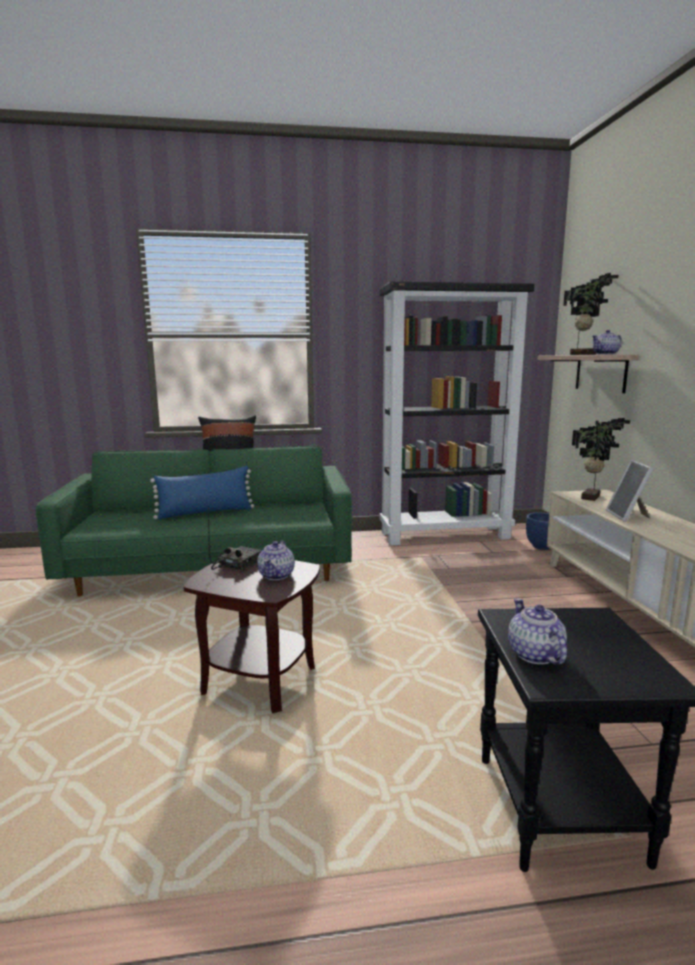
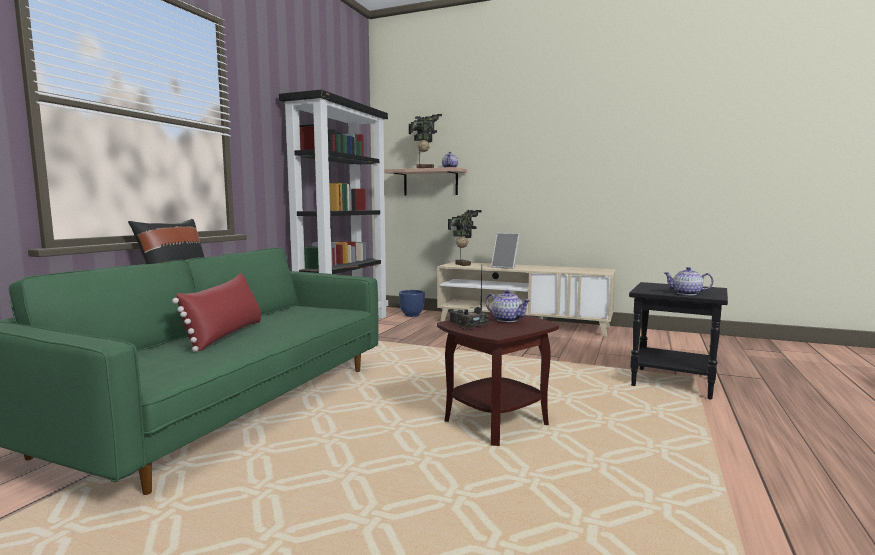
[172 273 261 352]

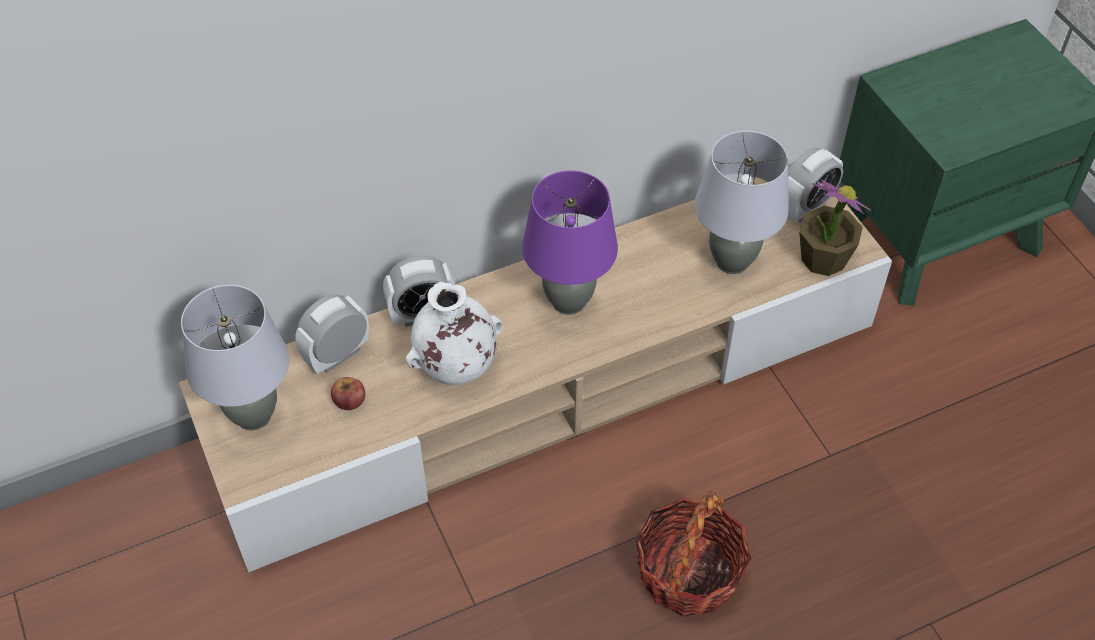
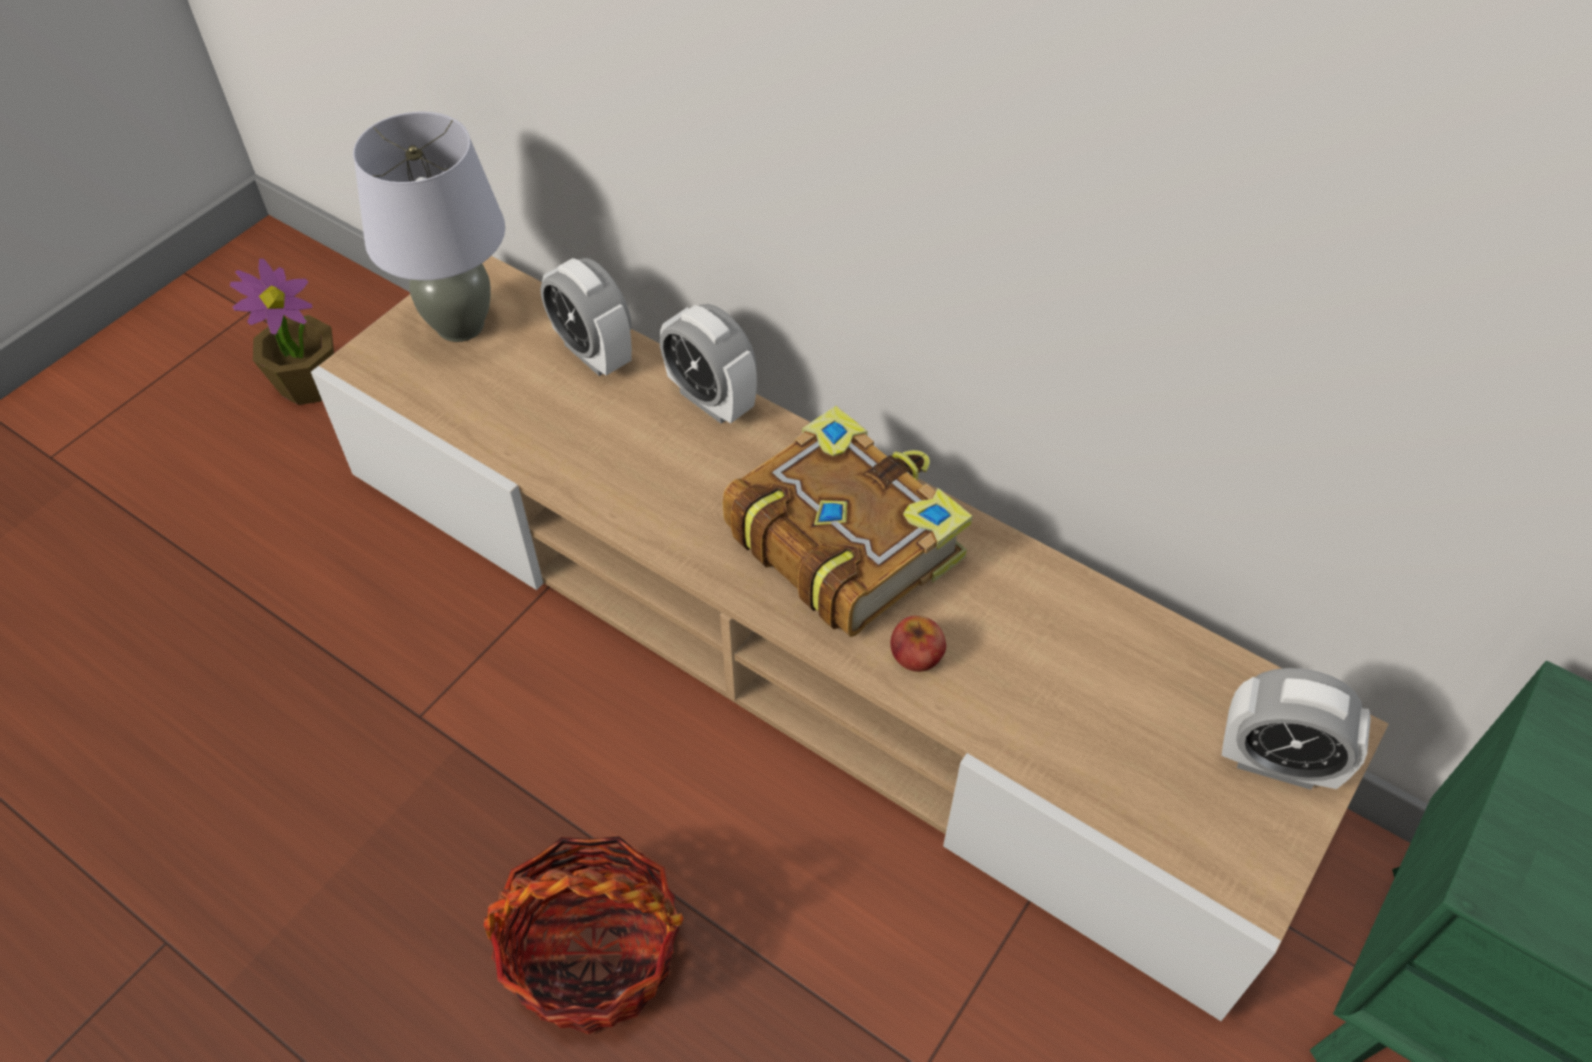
[695 131 789 274] (first image)
[723 406 973 637]
[230 258 334 405]
[405 282 503 385] (first image)
[540 258 632 376]
[890 615 946 672]

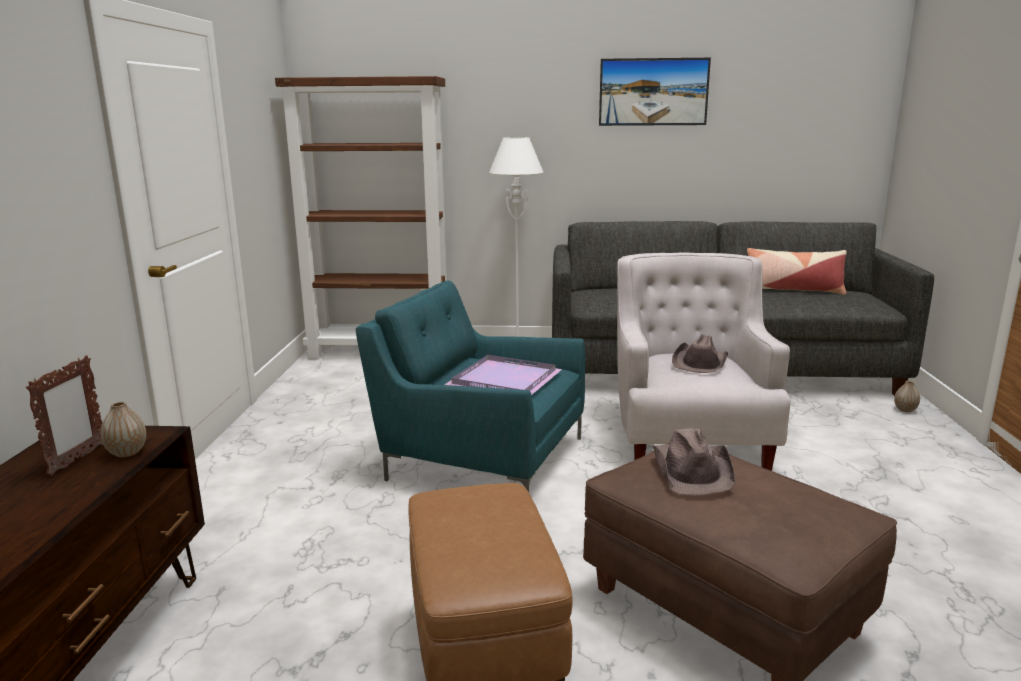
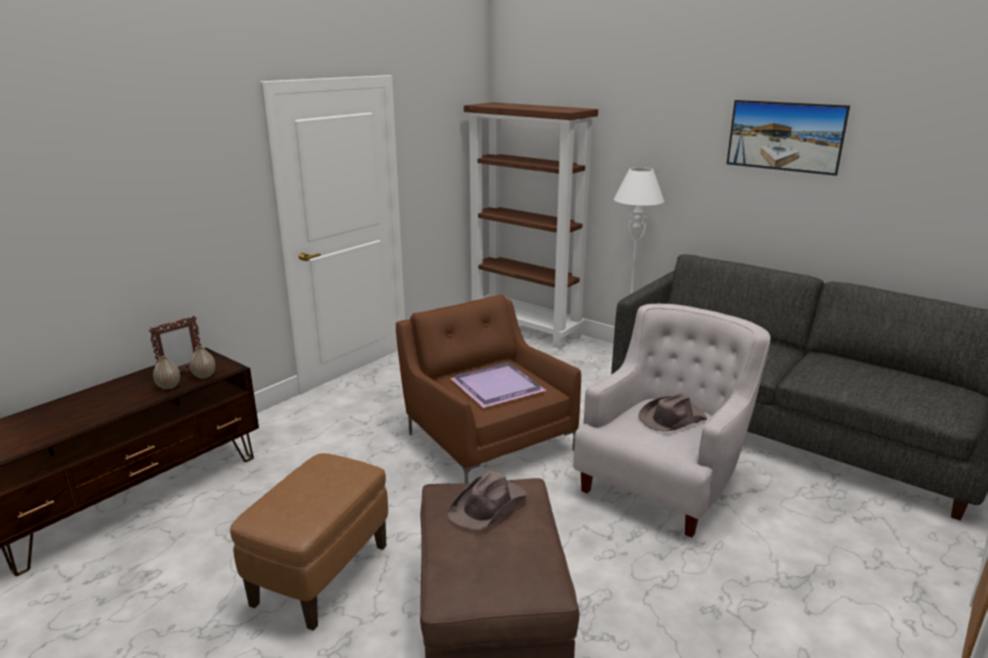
[747 248 847 295] (first image)
[396 295 581 483]
[153 356 180 389]

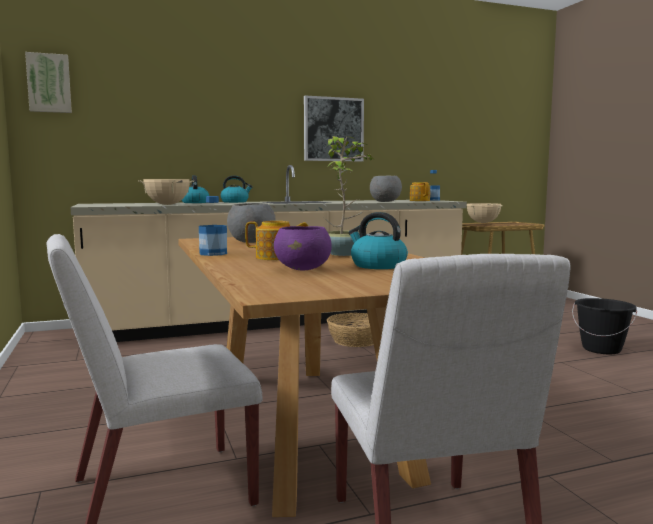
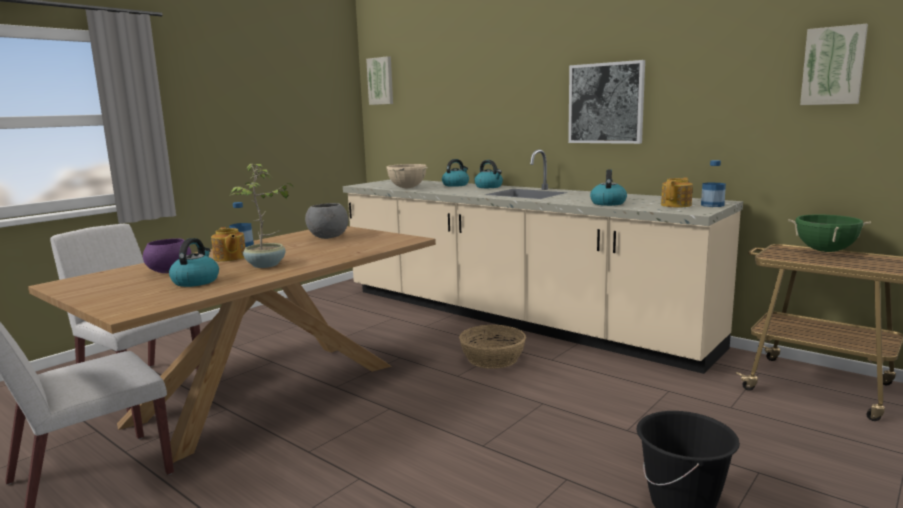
[590 169 627 206]
[788 214 871 252]
[800 24 868 105]

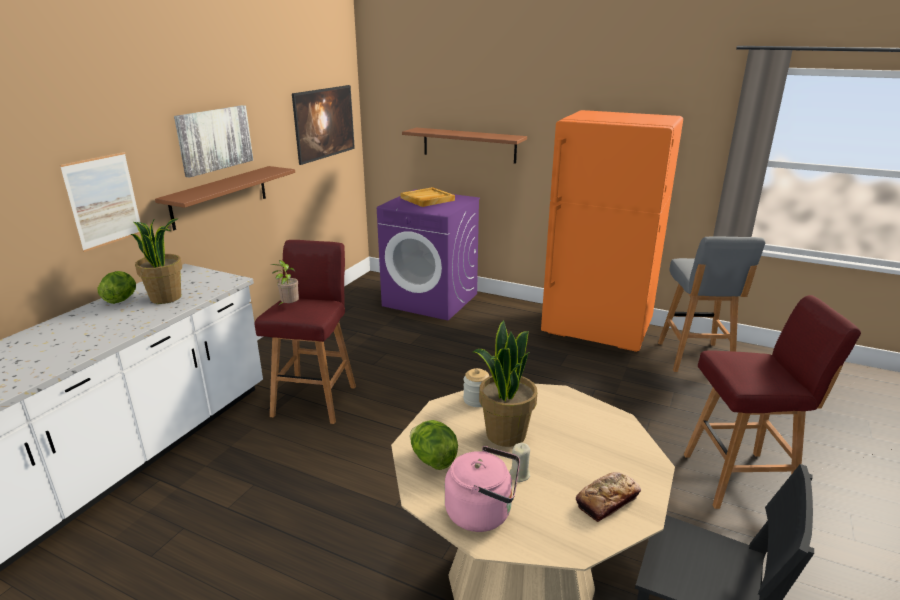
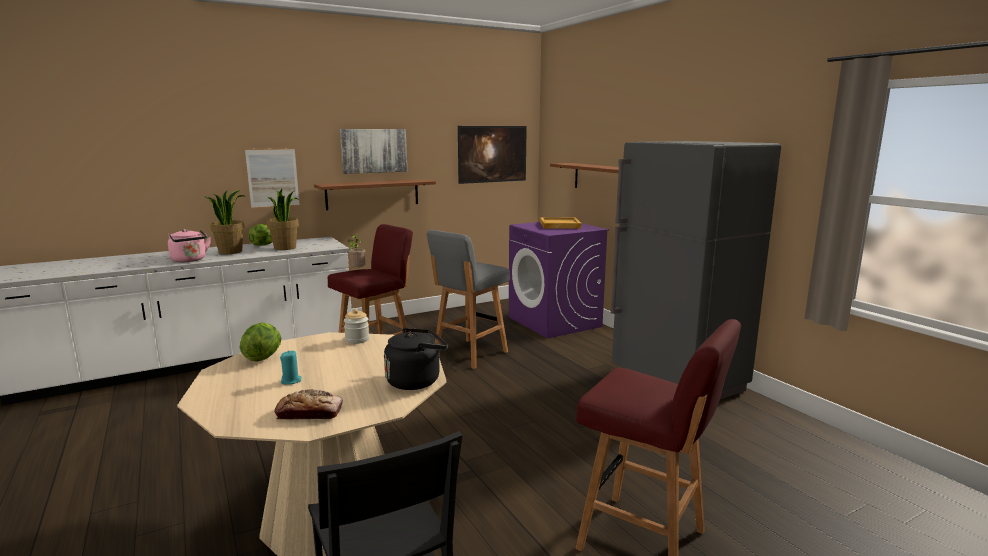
[610 141 781 399]
[427 230 510 369]
[203 190 245 254]
[280 350 302 385]
[168 229 211 262]
[384 328 448 390]

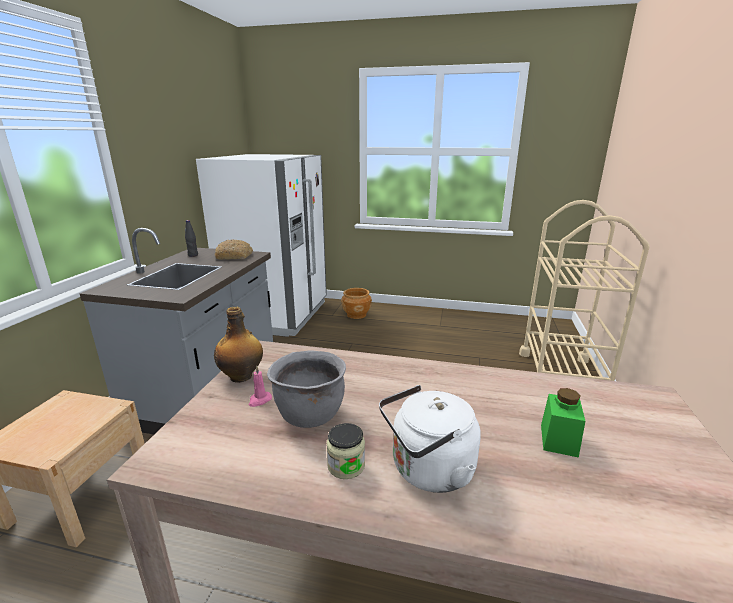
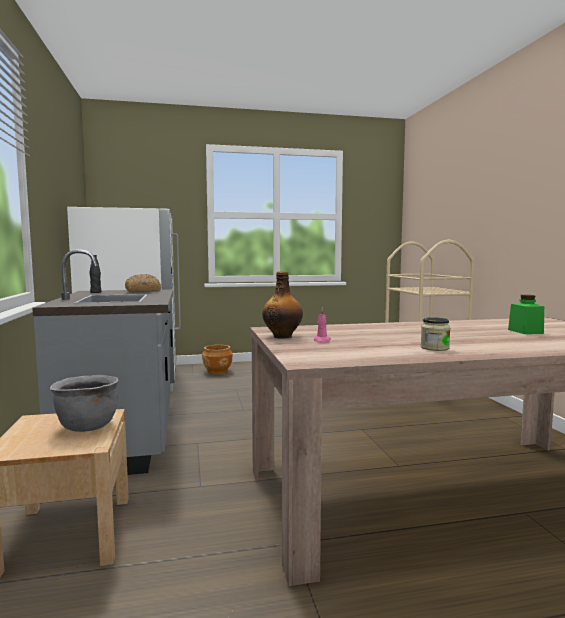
[50 375 118 432]
[379 385 481 493] (first image)

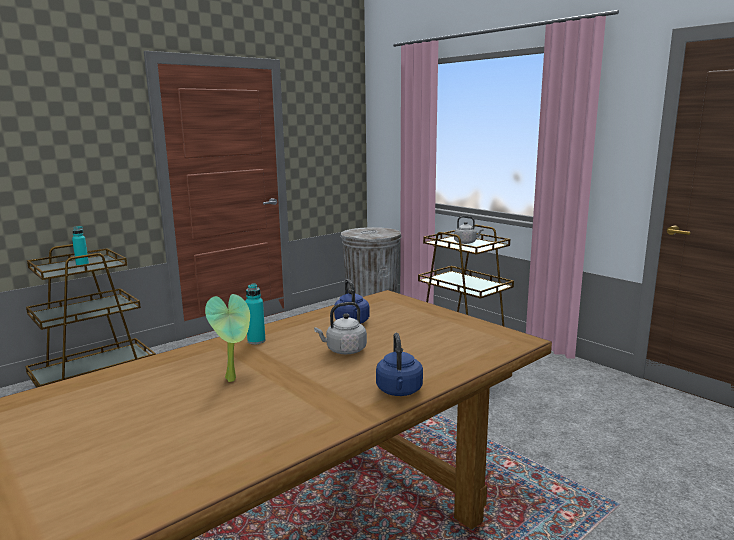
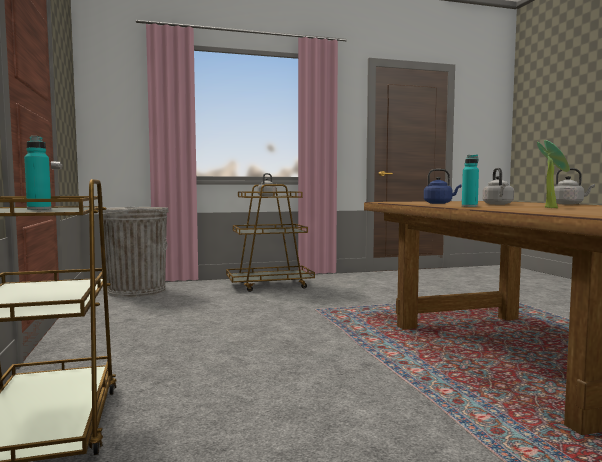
[554 168 595 205]

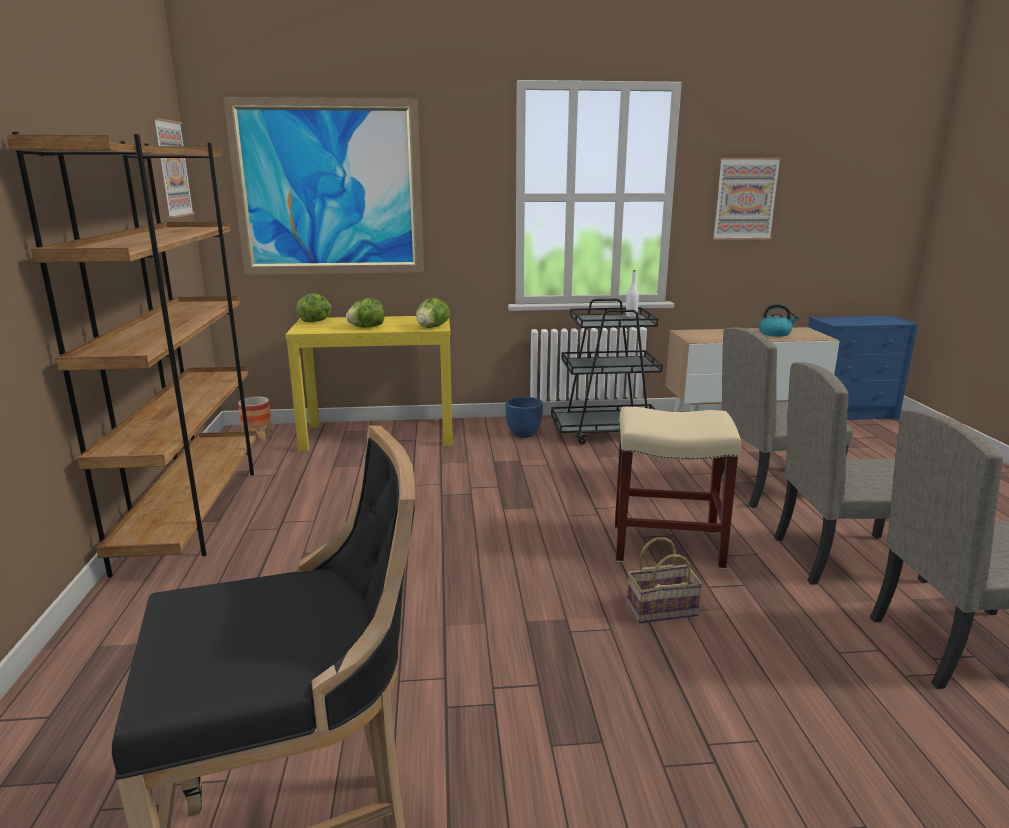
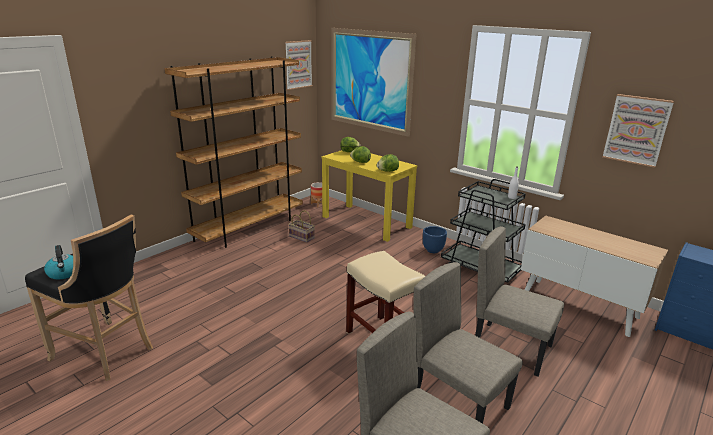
[44 245 73 279]
[288 210 315 243]

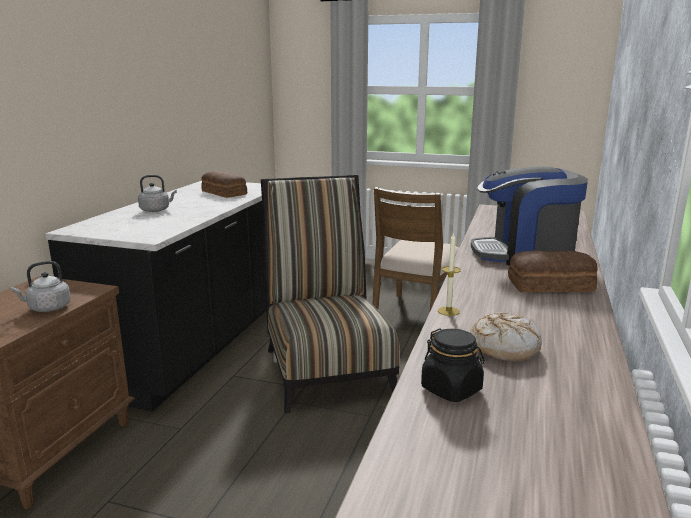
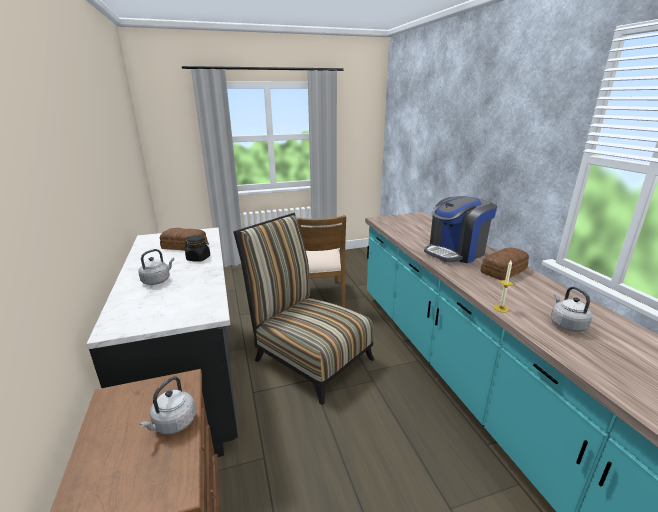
[551 287 592 332]
[185 235 210 262]

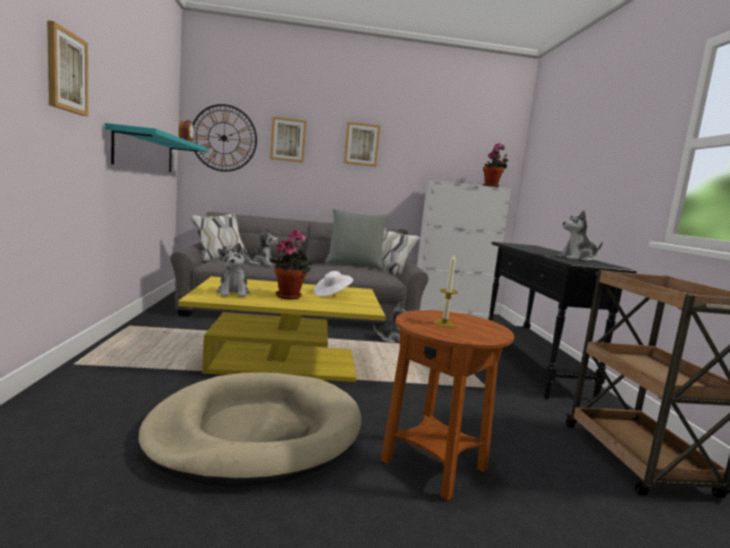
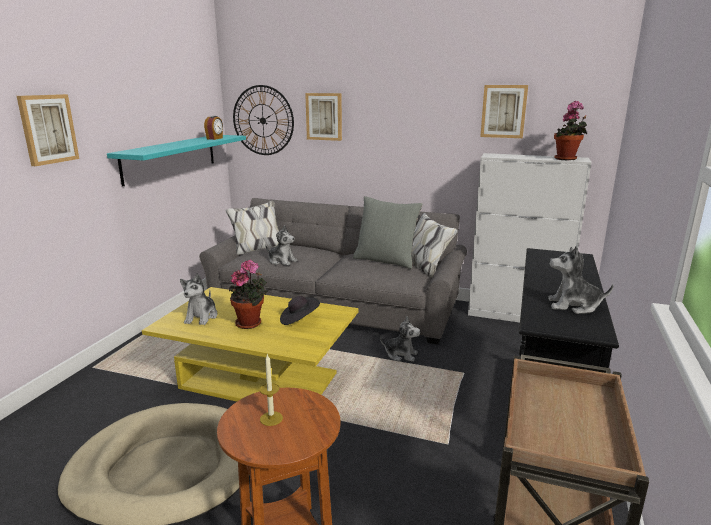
[480 85 528 138]
[280 296 320 325]

